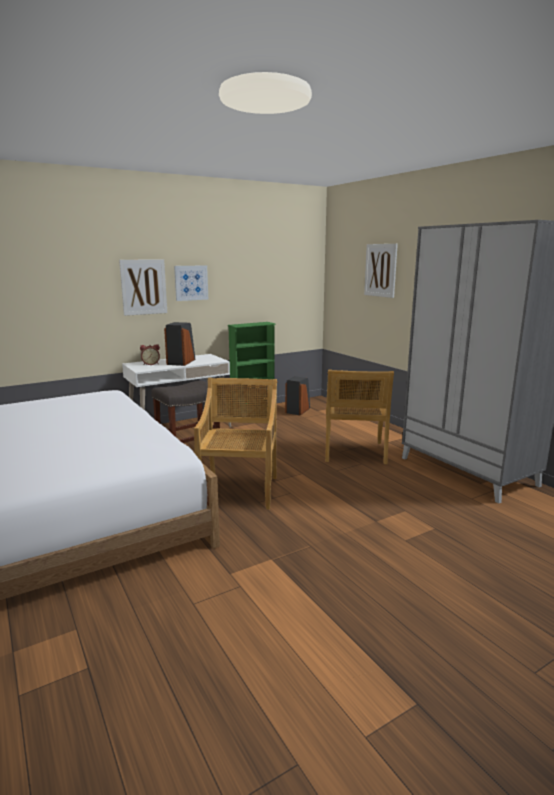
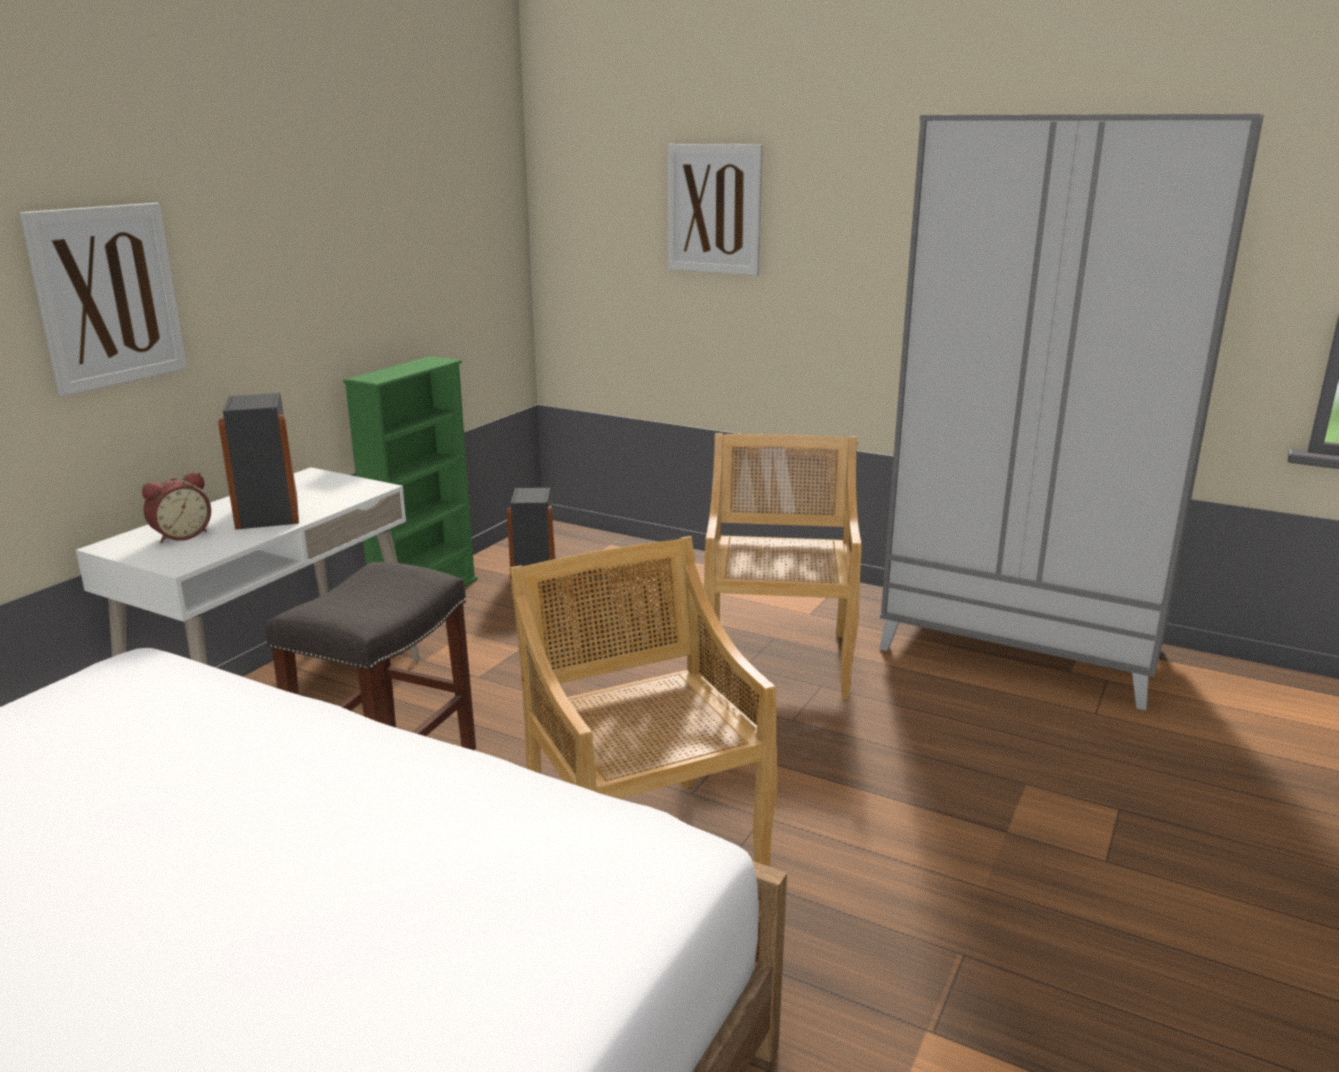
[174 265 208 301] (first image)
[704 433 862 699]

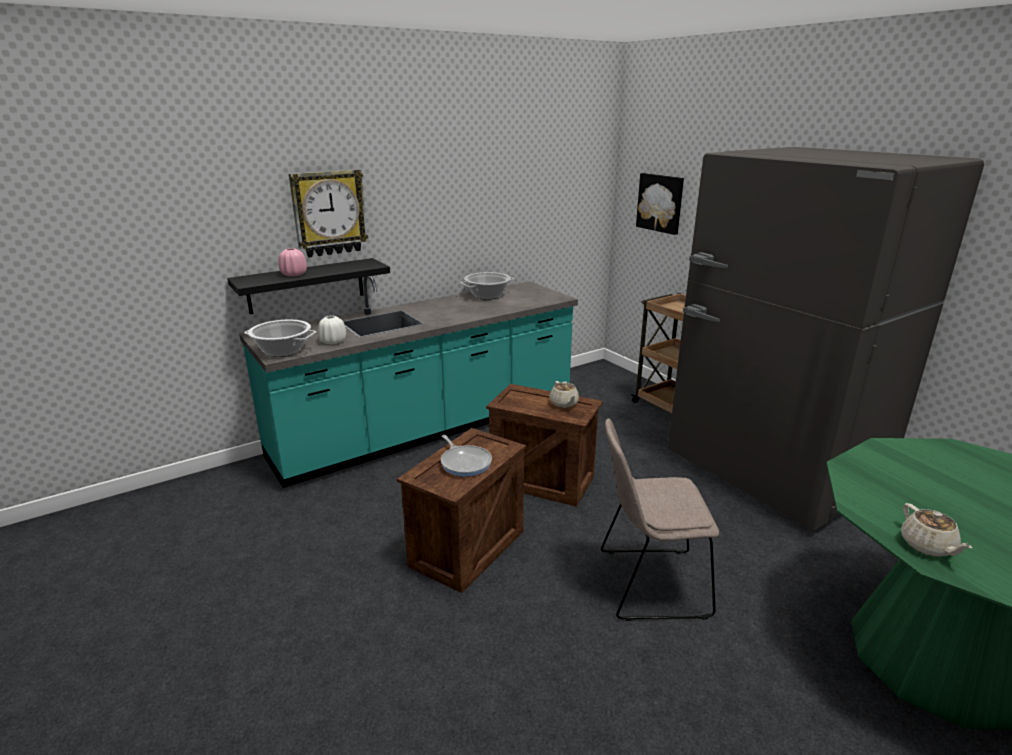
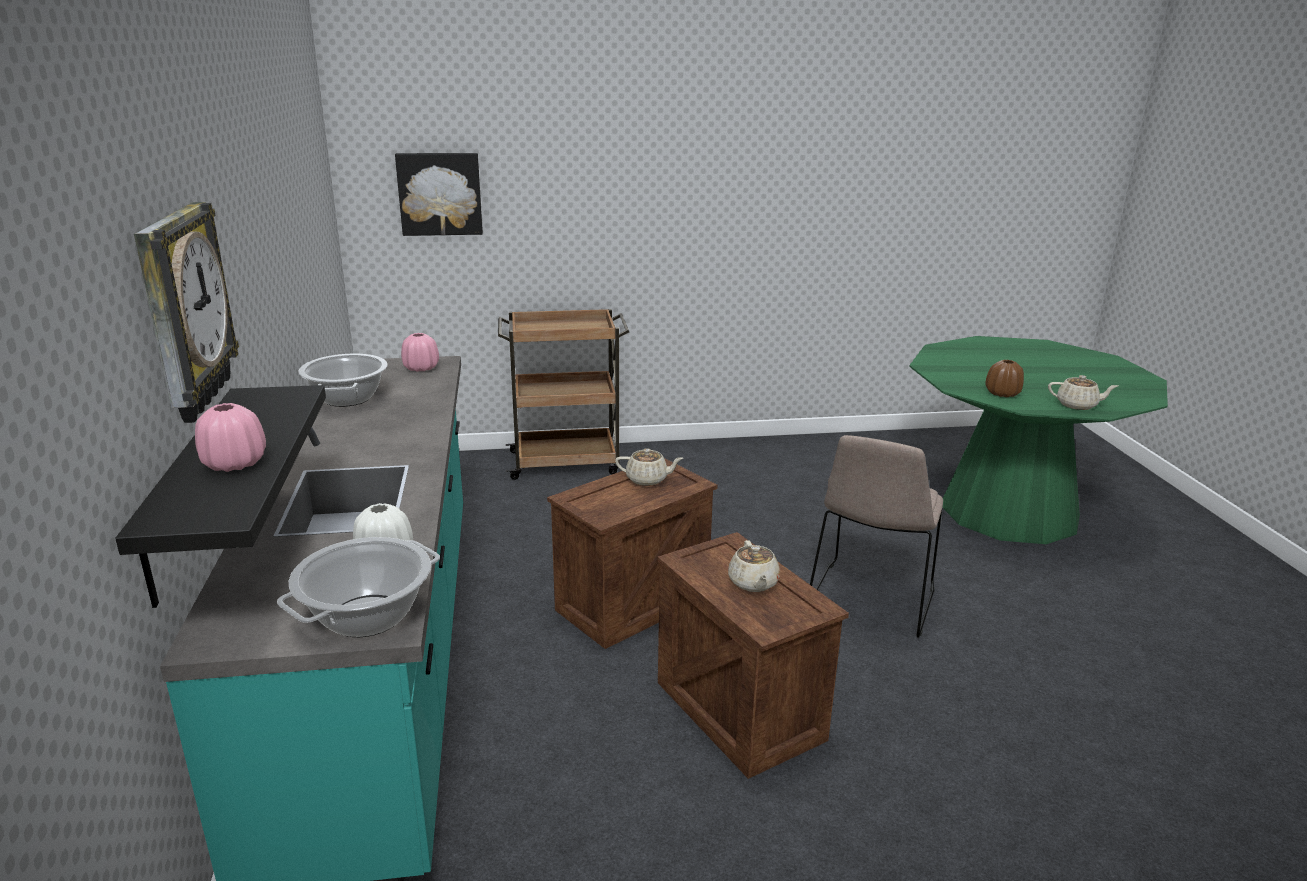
[668 147 984 531] (first image)
[728 540 780 592]
[401 333 439 372]
[985 360 1024 397]

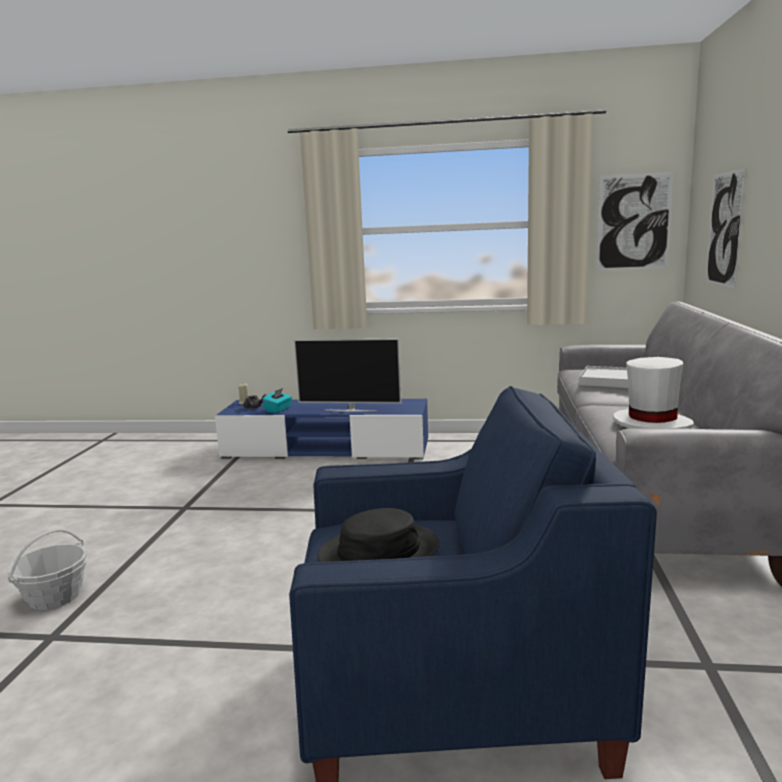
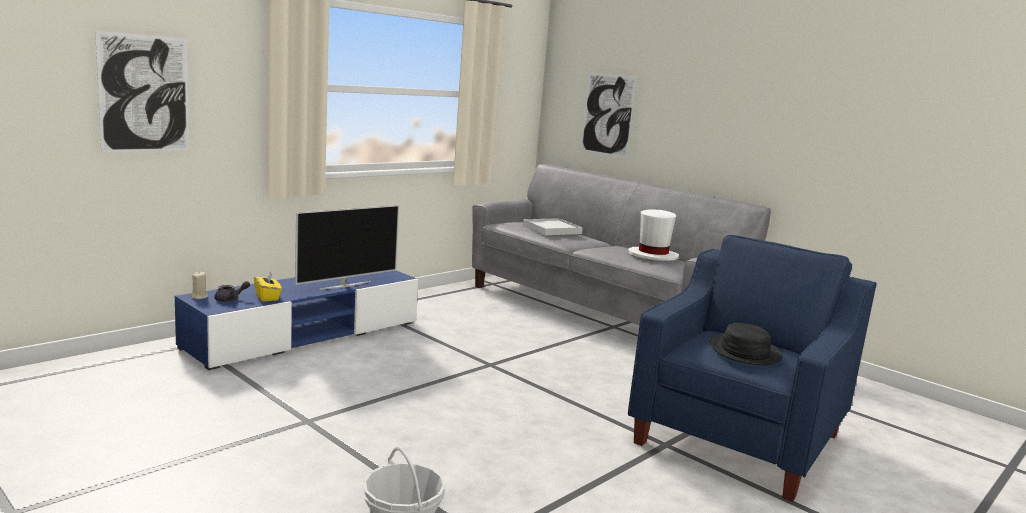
[95 31 189 152]
[254 270 282 302]

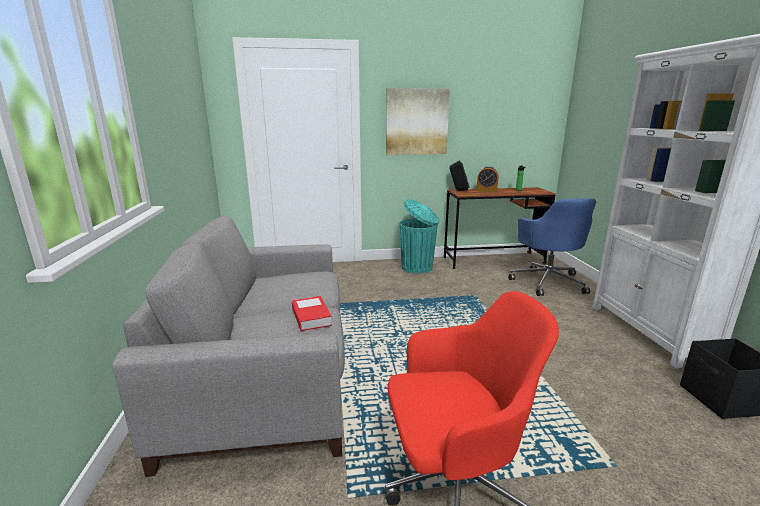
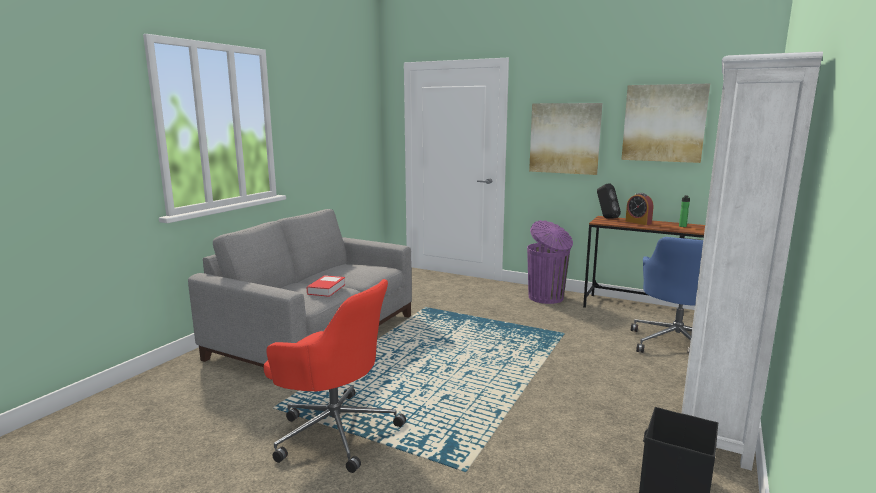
[527 220 573 304]
[621 84 710 163]

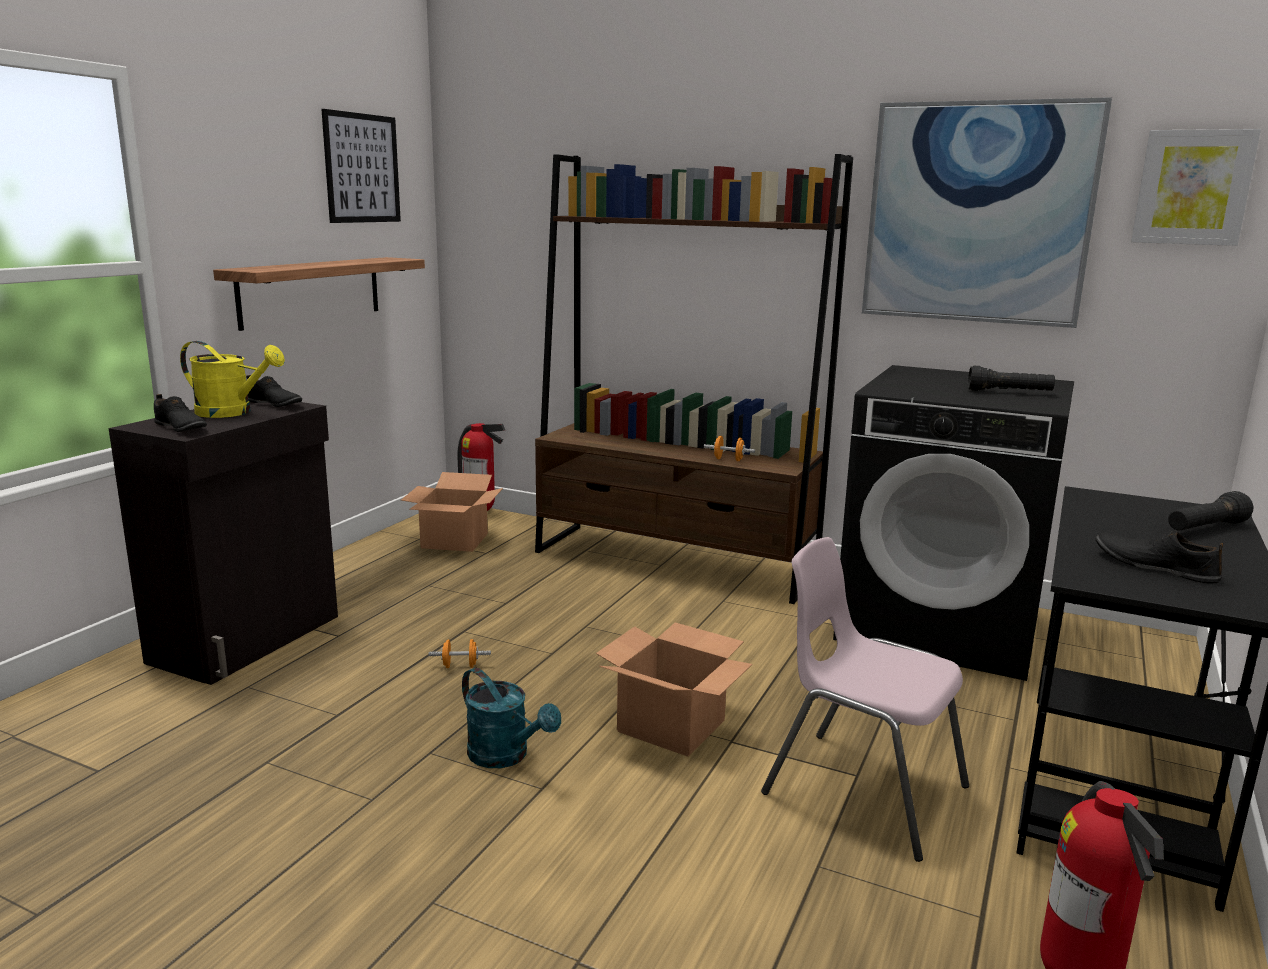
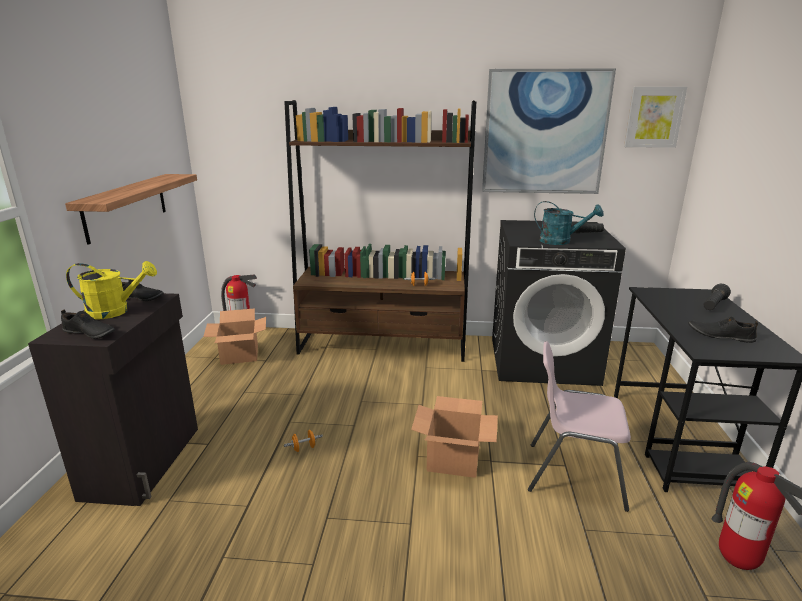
[321 109 401 223] (first image)
[534 201 604 245]

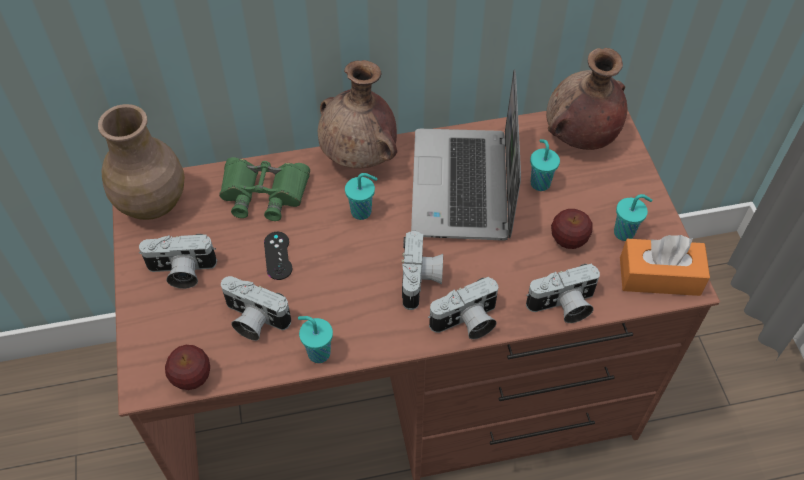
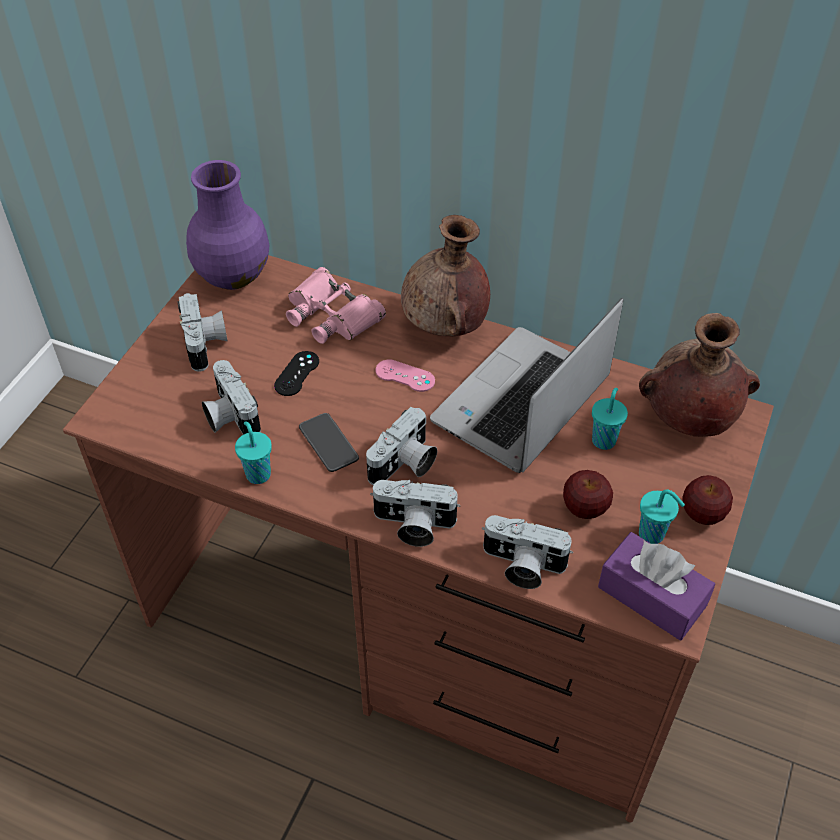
[186 160 269 290]
[286 267 386 344]
[375 359 435 392]
[177 293 228 372]
[598 532 715 640]
[682 475 733 525]
[299 413 359 472]

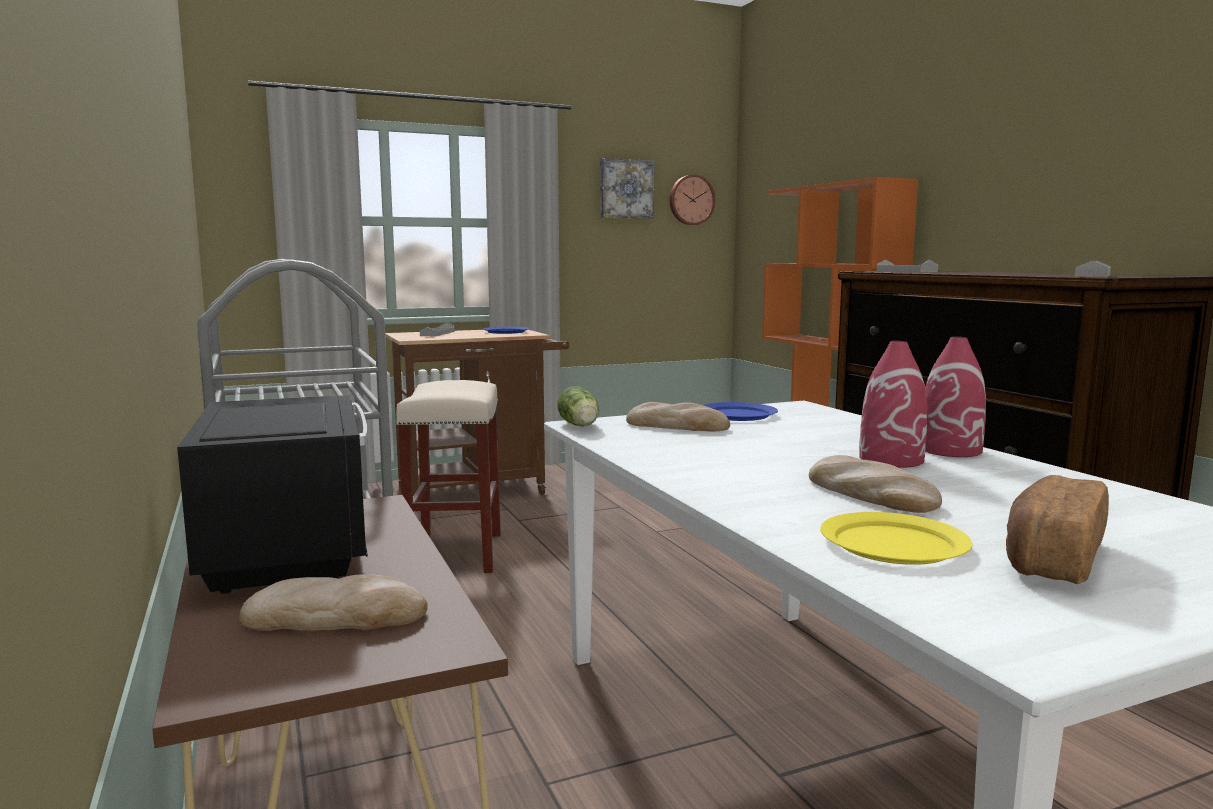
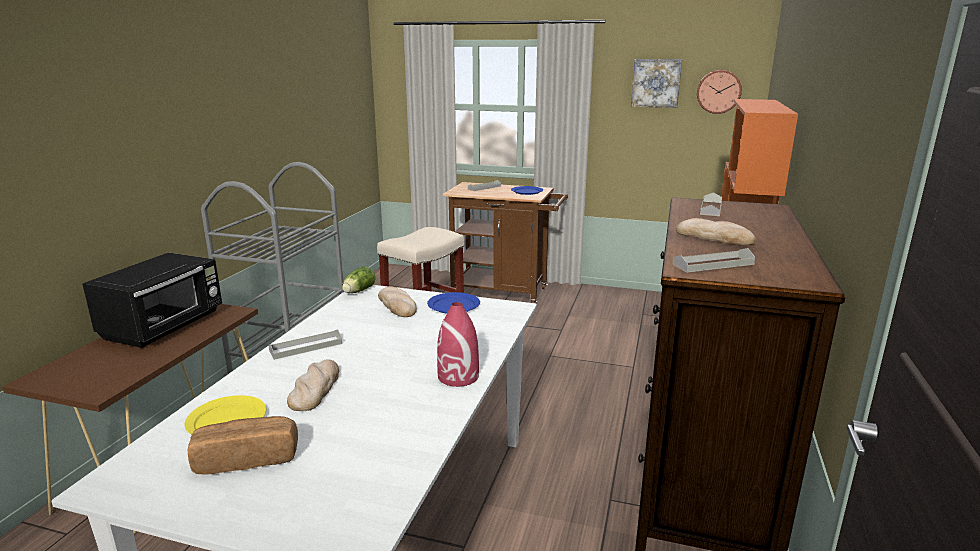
[859 341 927 468] (first image)
[676 218 756 245]
[269 329 342 360]

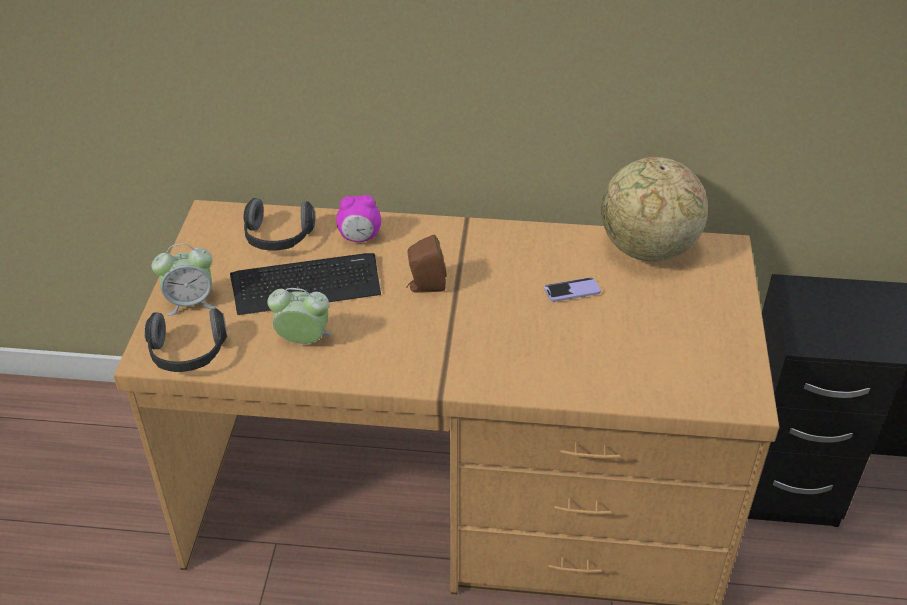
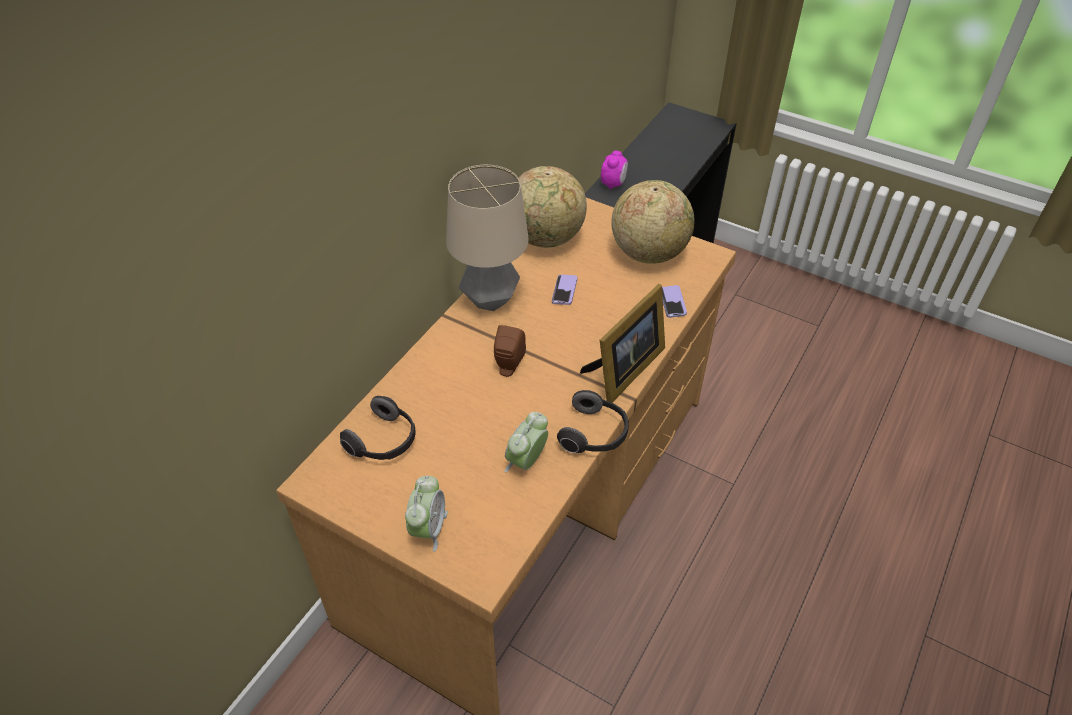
[601 151 628 190]
[230 253 381 315] (first image)
[557 390 628 453]
[446 165 529 311]
[611 180 695 264]
[580 284 665 403]
[662 285 687 318]

